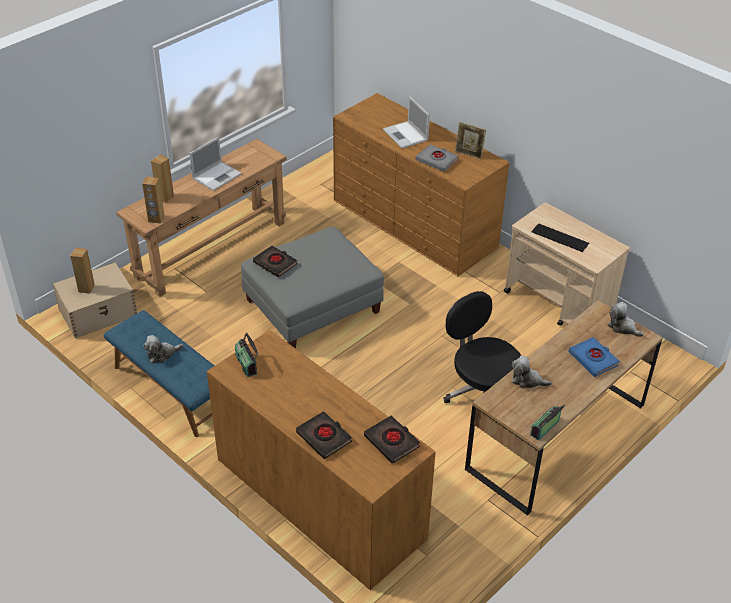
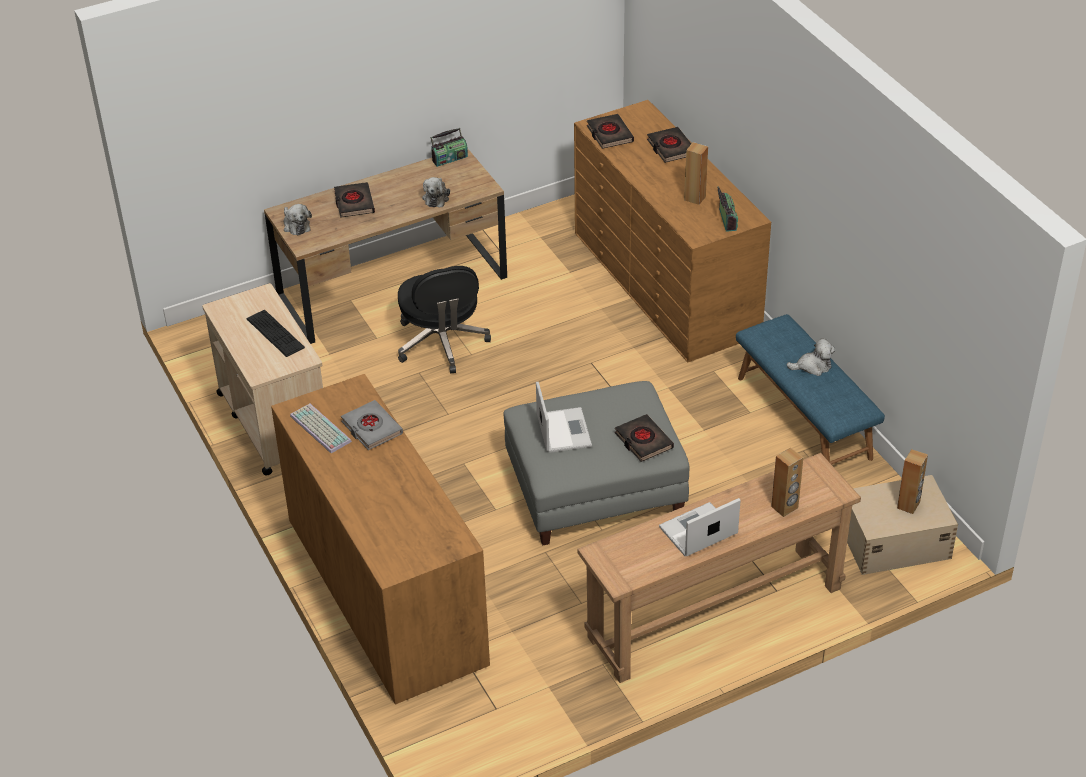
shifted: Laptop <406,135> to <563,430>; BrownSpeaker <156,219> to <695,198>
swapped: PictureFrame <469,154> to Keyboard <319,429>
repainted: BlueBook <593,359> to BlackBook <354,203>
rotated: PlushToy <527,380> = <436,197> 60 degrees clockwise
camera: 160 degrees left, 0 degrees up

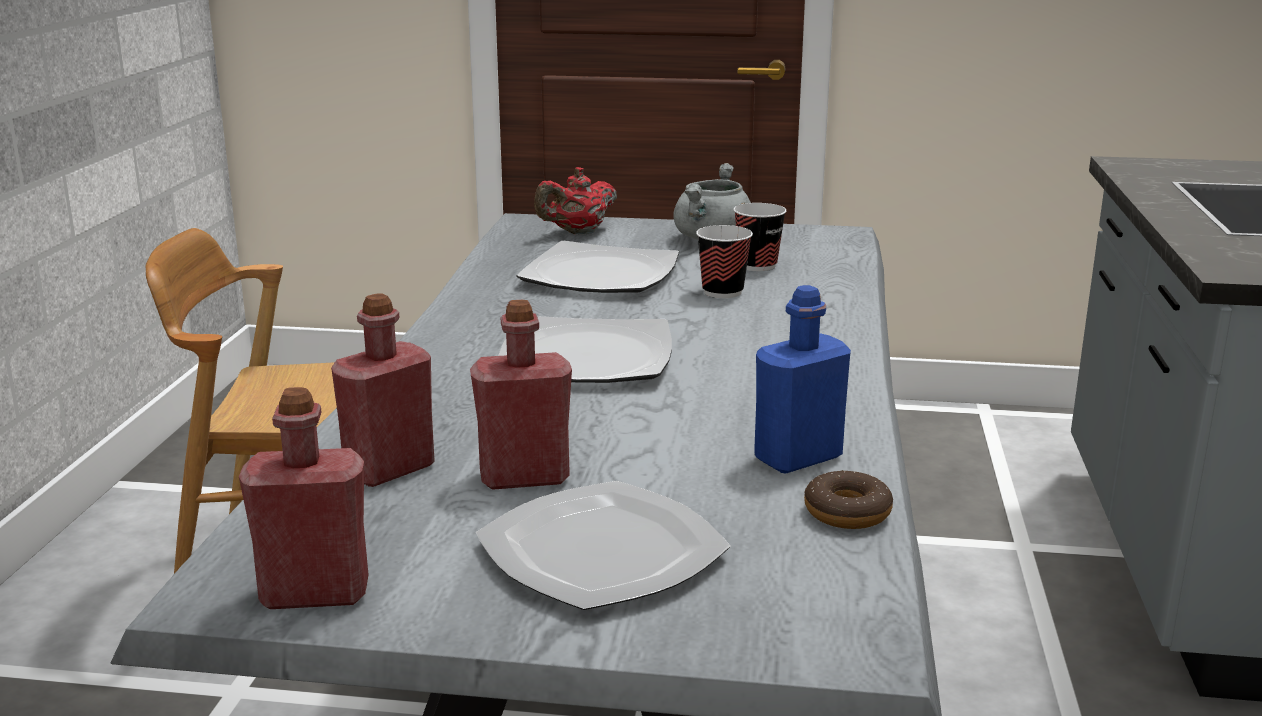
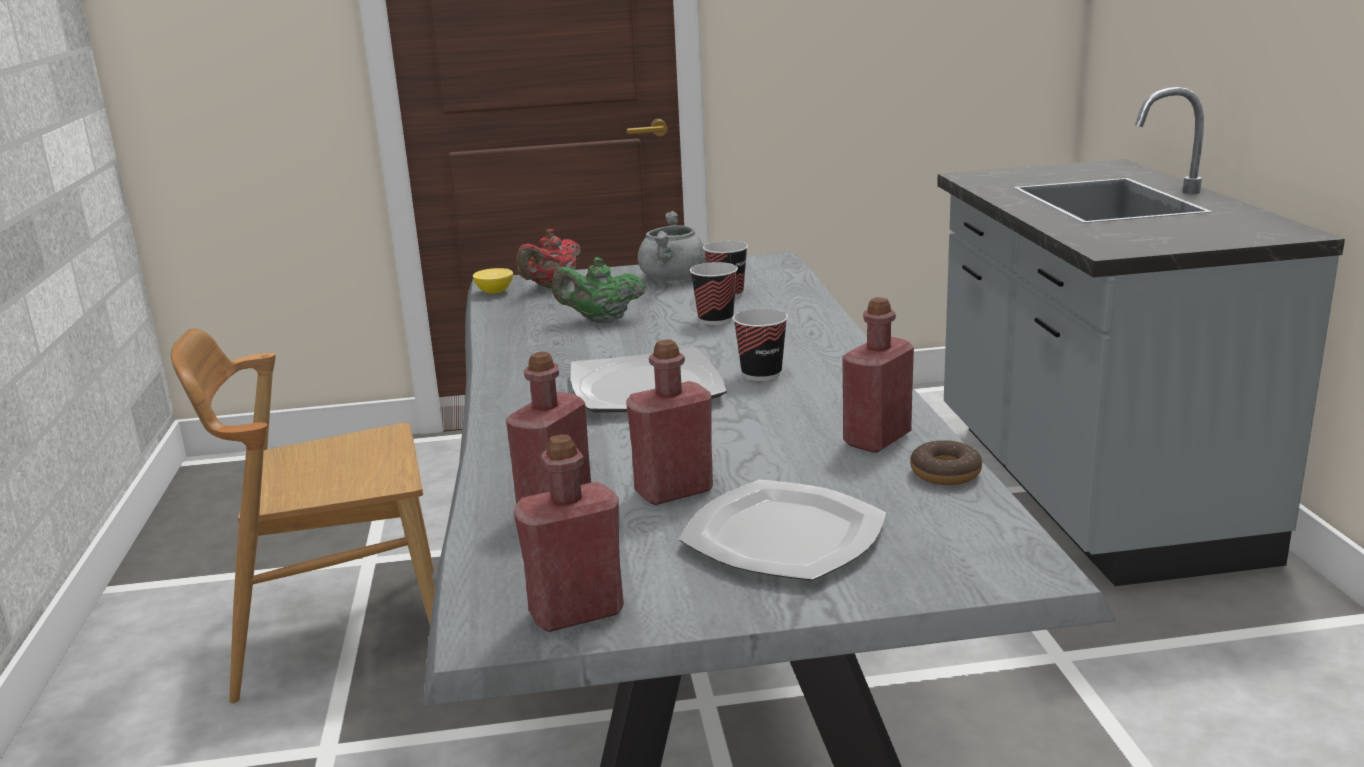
new: Lemon <494,292>; Cup <761,374>
swapped: Plate <598,275> to GreenTeapot <600,320>
repainted: BlueBottle <798,458> to RedBottle <877,439>
camera: 15 degrees left, 0 degrees up

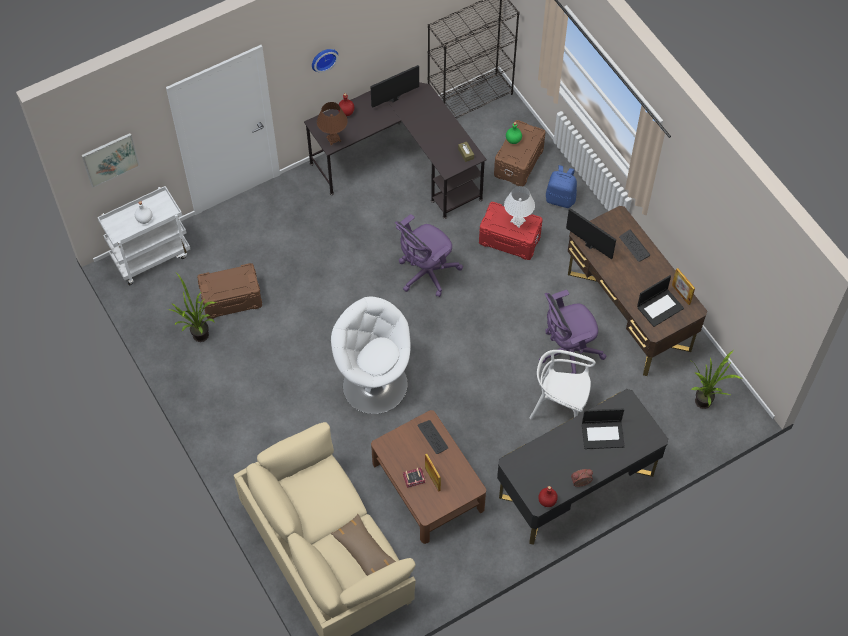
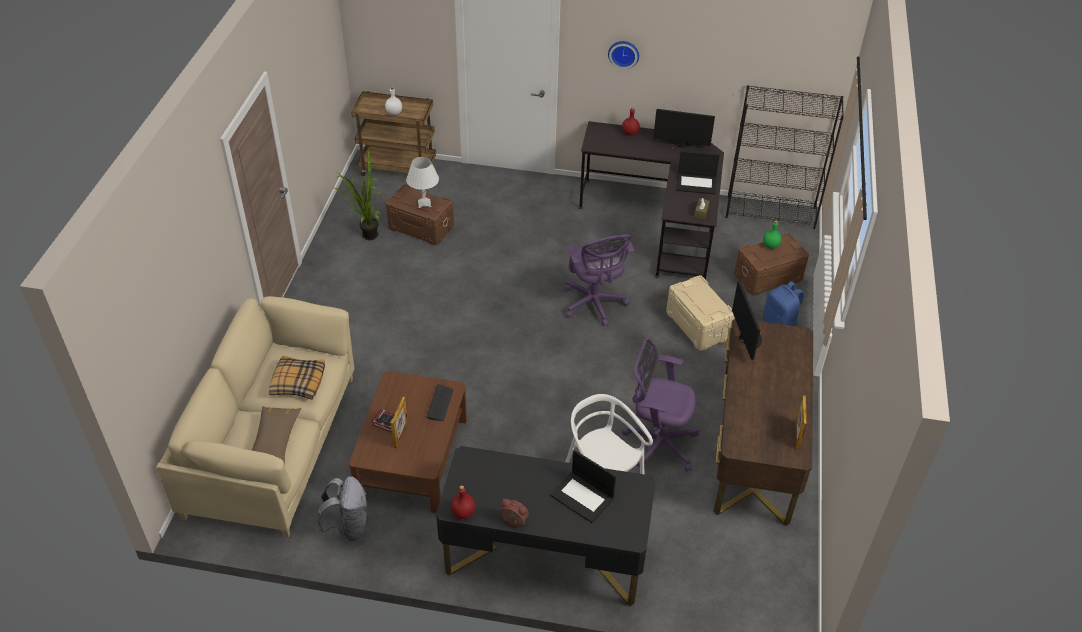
gone: BrownTableLamp <333,139>; Picture <110,159>; Keyboard <634,246>; WhiteArmchair <374,384>; PottedPlant <704,405>
new: Pillow <297,382>; GreyBackpack <348,526>
shifted: WhiteTableLamp <518,221> to <424,203>; Laptop <660,307> to <696,183>
repainted: WhiteCart <151,256> to BrownCart <399,168>; RedStorageBox <509,239> to BeigeStorageBox <698,325>
rotated: PurpleOfficeChair <425,274> = <594,304> 105 degrees counterclockwise
camera: 40 degrees right, 15 degrees down

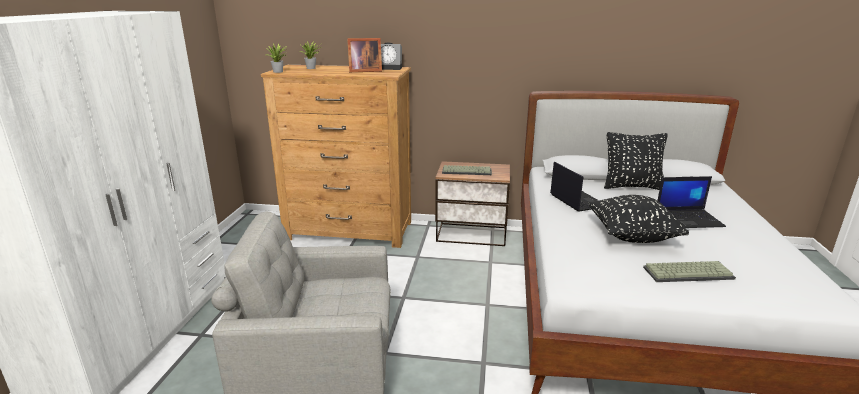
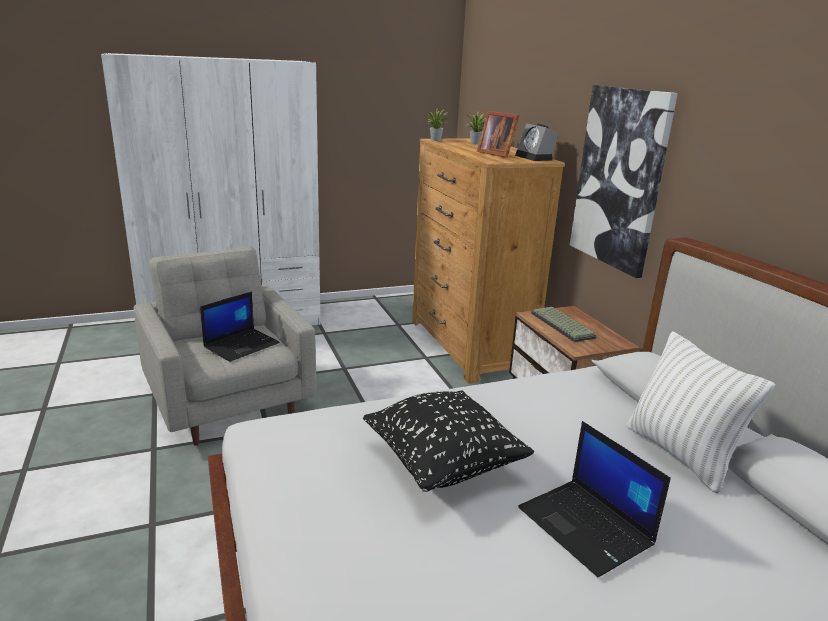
gone: Keyboard <688,272>
new: Picture <619,179>
shifted: Laptop <577,200> to <242,345>
repainted: BlackPillow <631,186> to WhitePillow <680,454>
camera: 60 degrees right, 0 degrees up

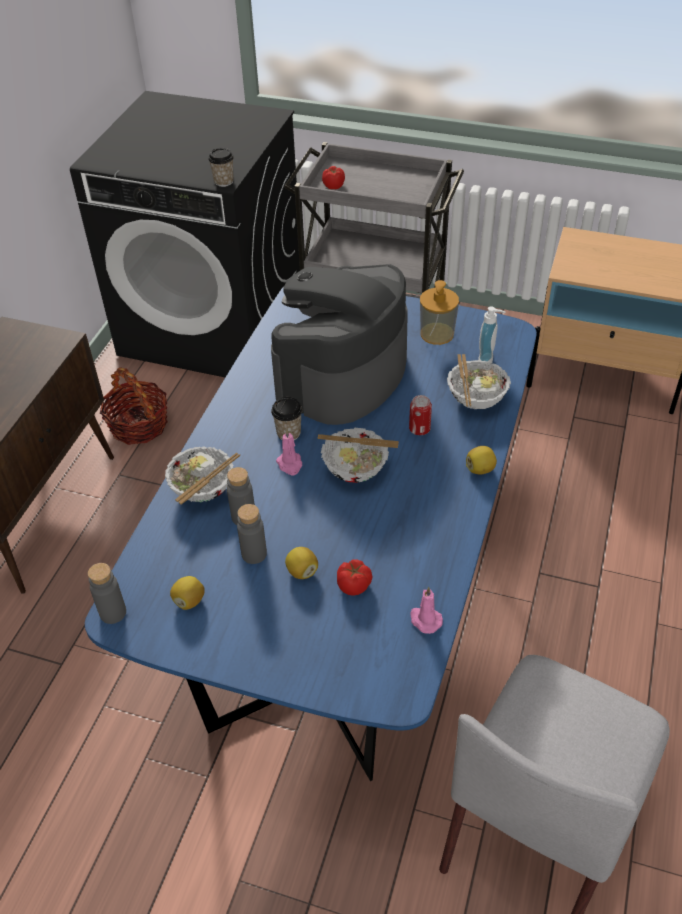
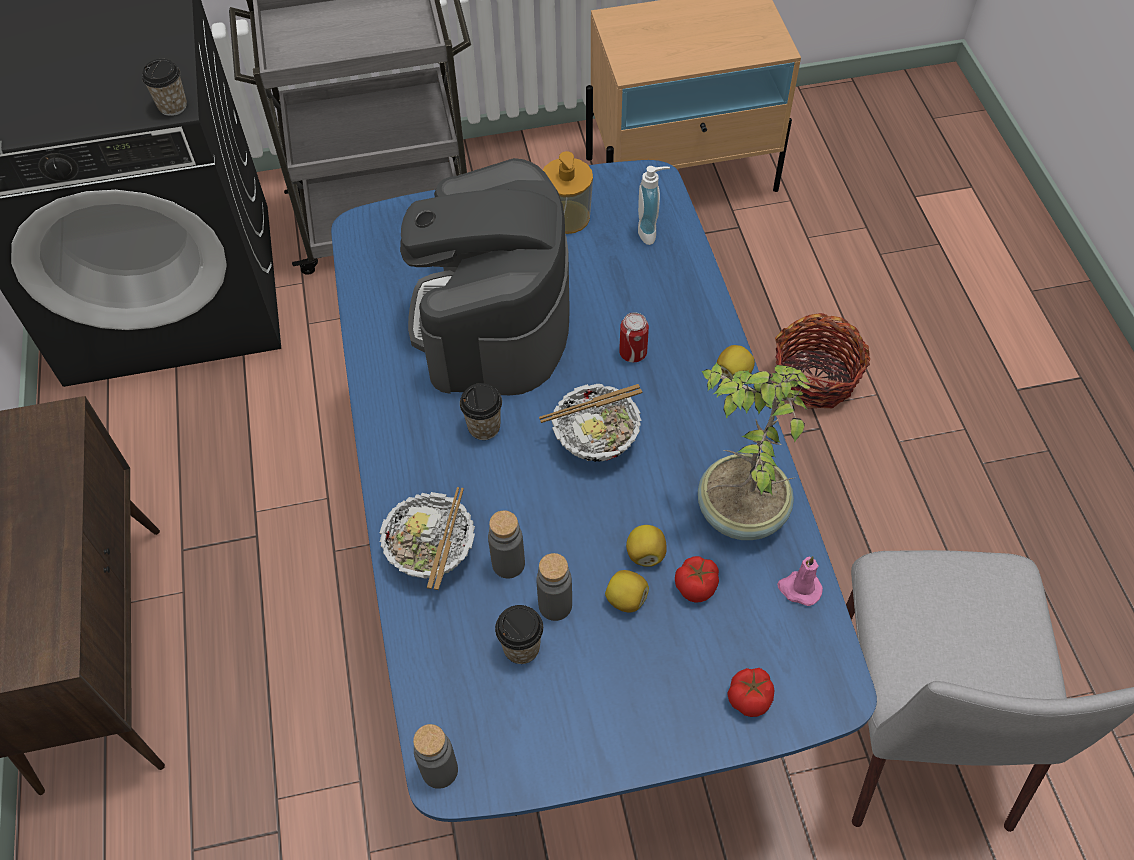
gone: Bowl <475,399>; PinkCandle <290,464>
new: PottedPlant <739,512>; Cup <521,648>
shifted: Tomato <334,186> to <749,697>; Basket <139,425> to <815,378>; Lemon <189,601> to <645,554>
camera: 30 degrees left, 10 degrees up

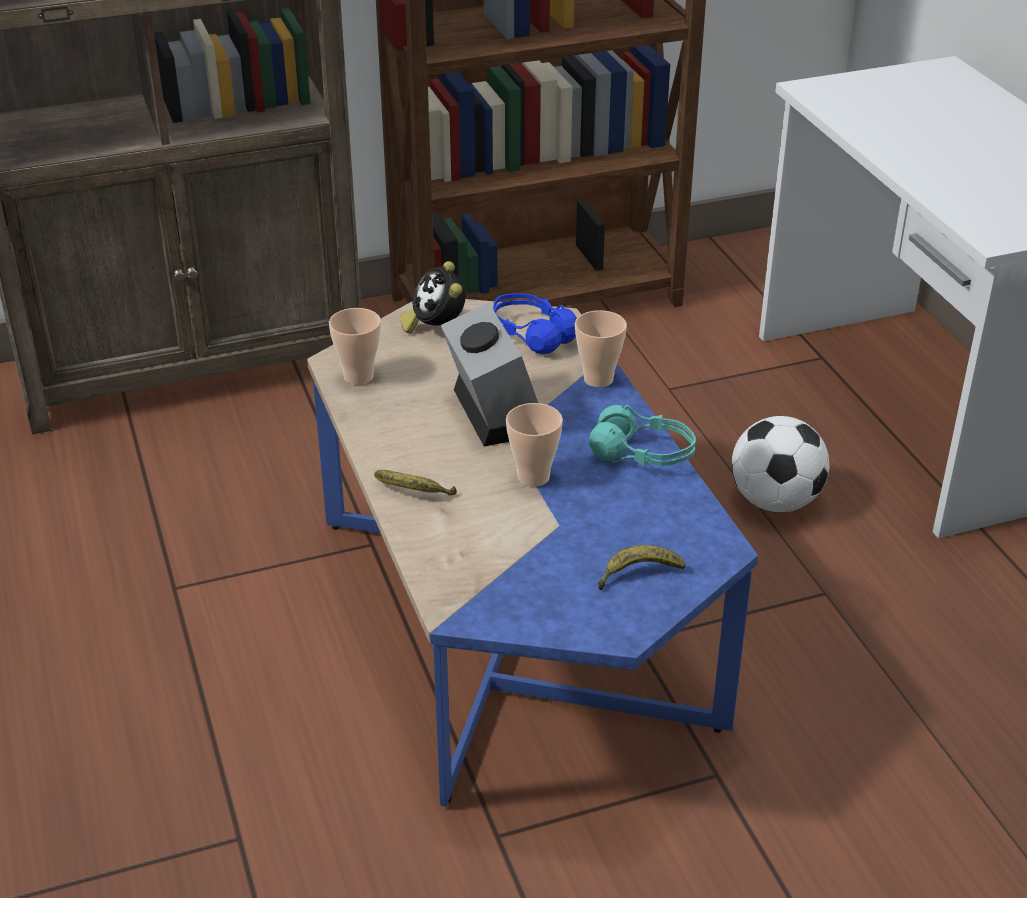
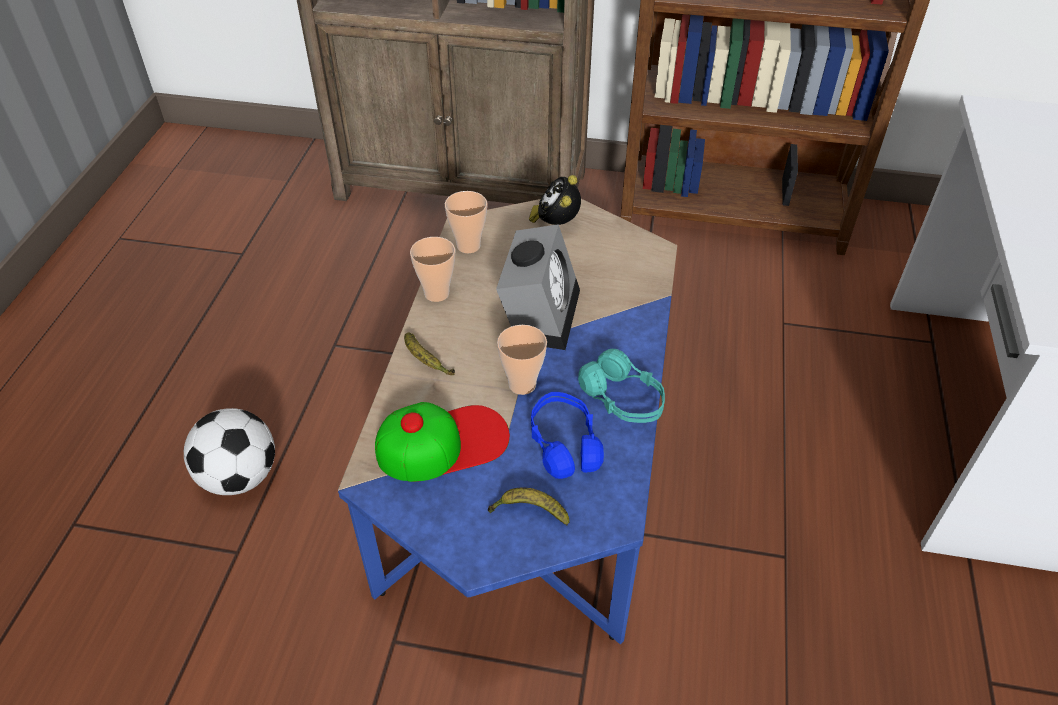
new: Cap <443,443>
shifted: BlueHeadphones <531,335> to <564,444>; Cup <598,379> to <436,293>; Football <774,501> to <240,476>
camera: 30 degrees right, 10 degrees up

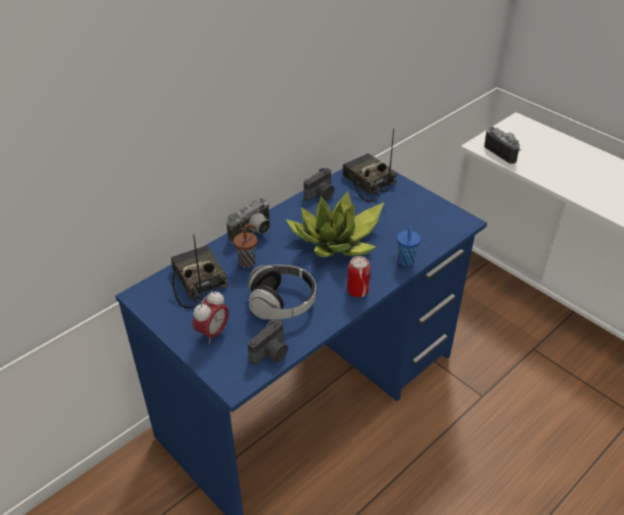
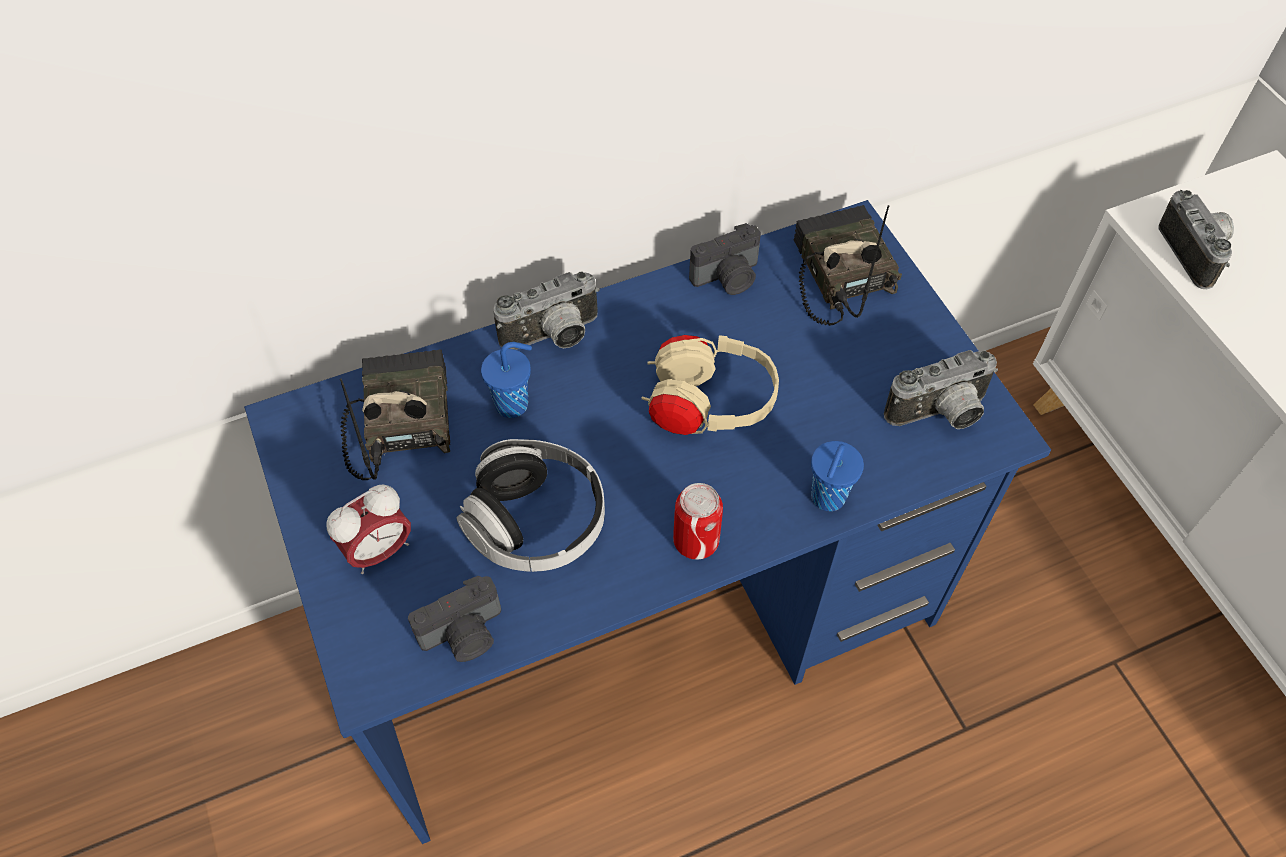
new: PhotoCamera <940,415>
swapped: PottedPlant <337,242> to BeigeHeadphones <708,405>
repainted: BrownCup <248,262> to BlueCup <514,404>
camera: 20 degrees right, 15 degrees up

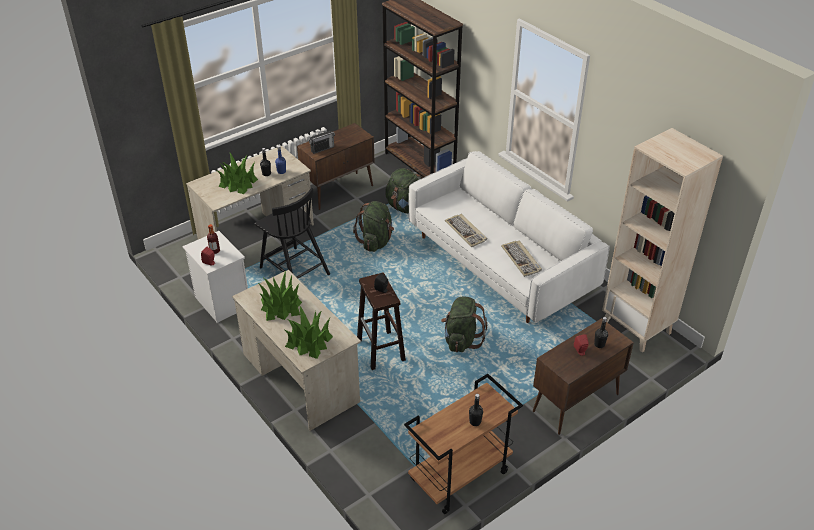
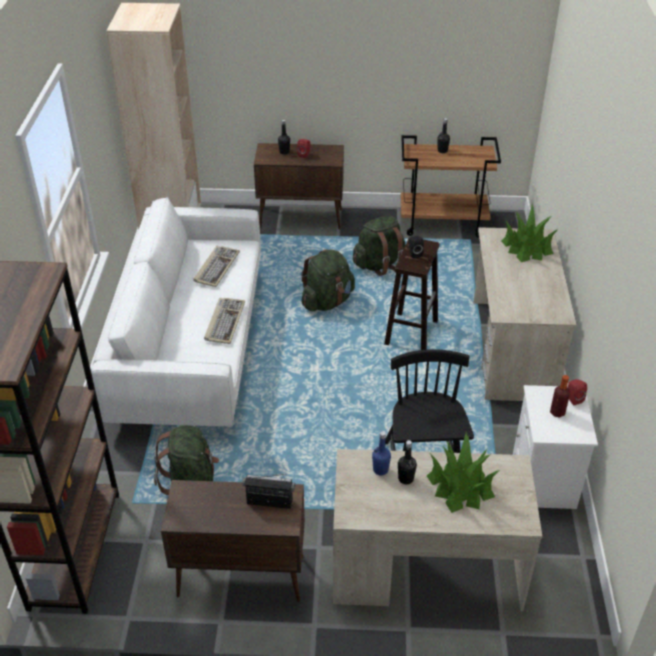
gone: PottedPlant <281,306>
shifted: GreenBackpack <376,241> to <379,264>
camera: 140 degrees left, 0 degrees up

